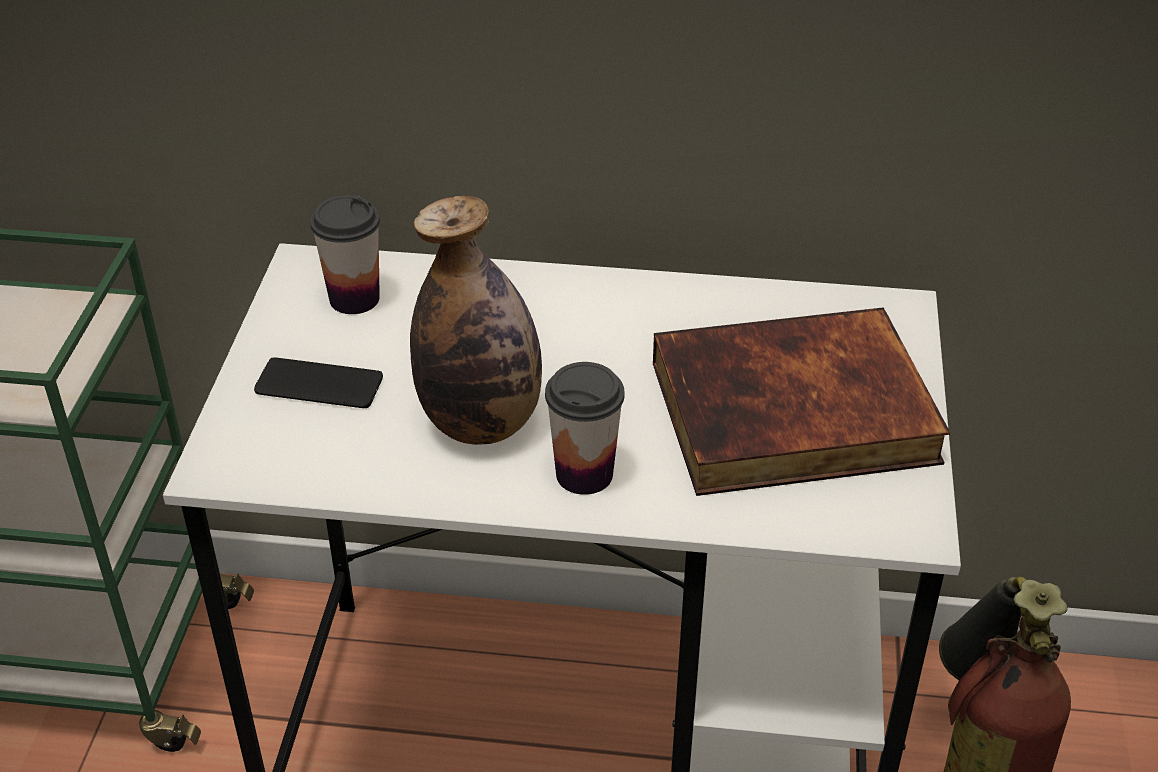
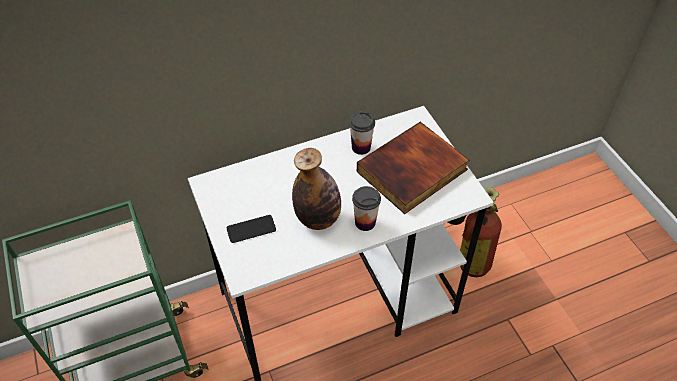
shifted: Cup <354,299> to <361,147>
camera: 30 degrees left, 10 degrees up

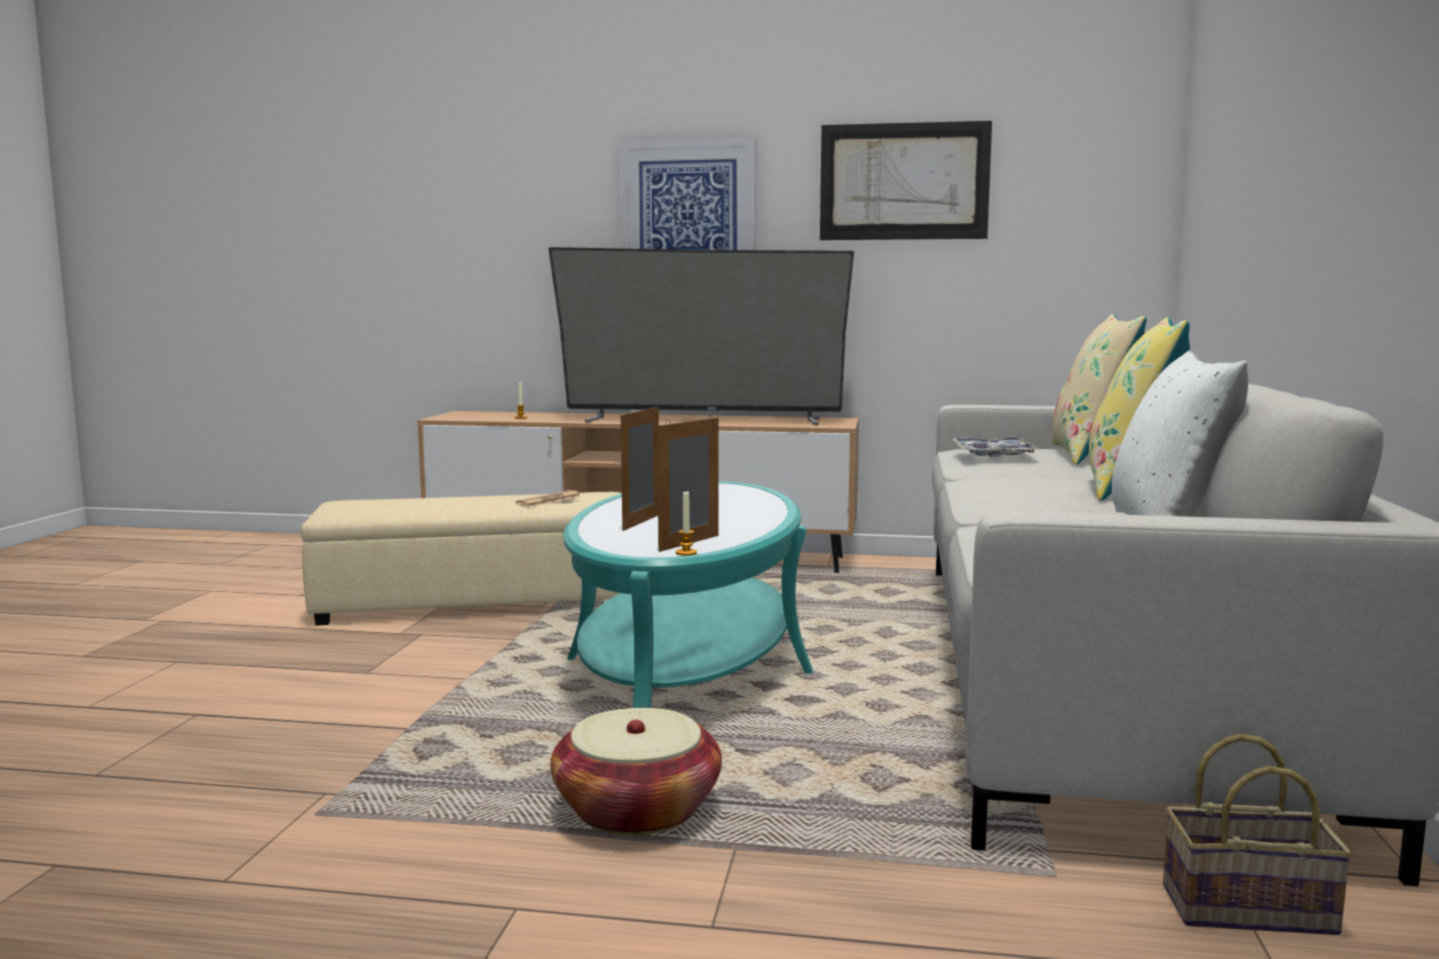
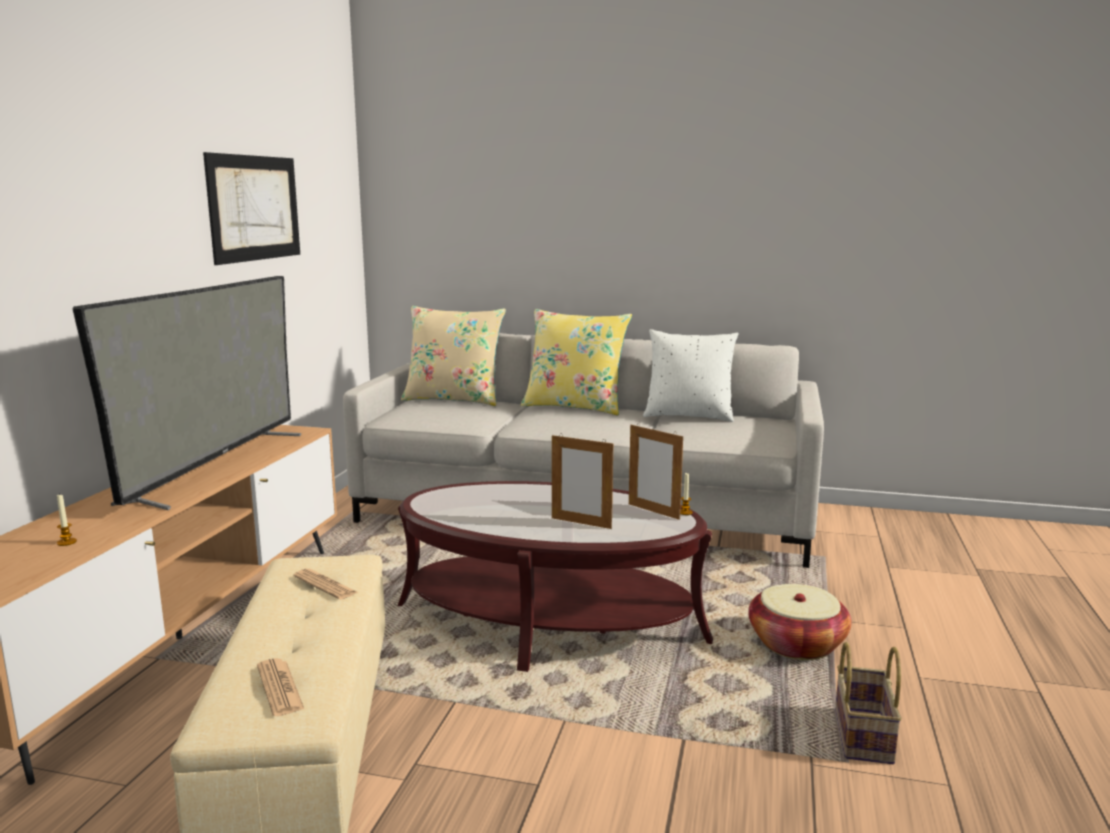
gone: Picture <688,210>; Tray <993,455>
new: Newspaper <280,688>
shifted: Basket <1251,908> to <861,734>
repainted: TurquoiseCoffeeTable <688,665> to BrownCoffeeTable <549,622>
camera: 85 degrees left, 5 degrees up

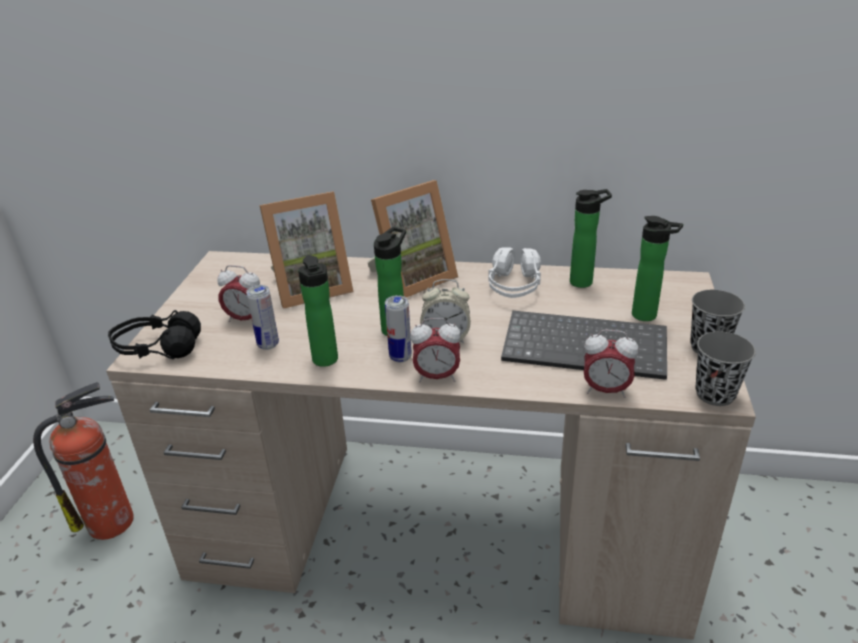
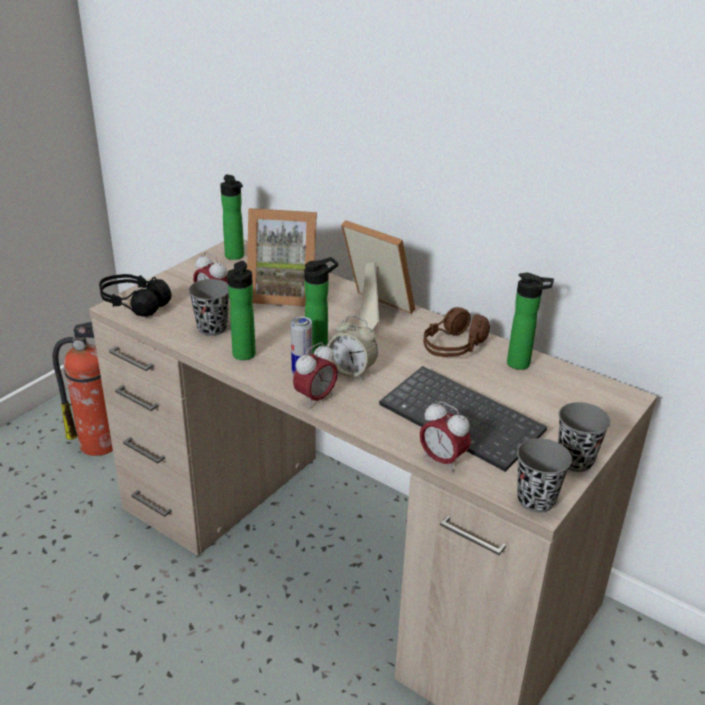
shifted: Bottle <648,316> to <235,257>
swapped: Can <268,345> to GreyCup <212,328>
repainted: WhiteHeadphones <514,286> to BrownHeadphones <453,347>
rotated: PictureFrame <412,278> = <372,311> 135 degrees counterclockwise; AlarmClock <437,377> = <315,398> 75 degrees counterclockwise
camera: 25 degrees right, 0 degrees up

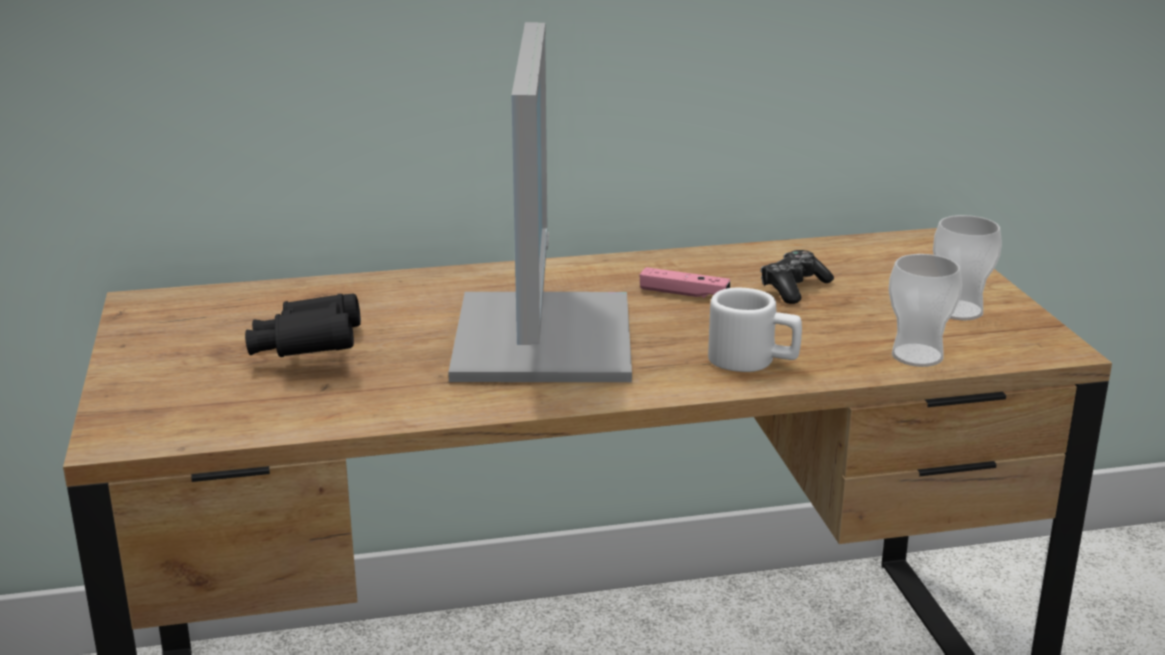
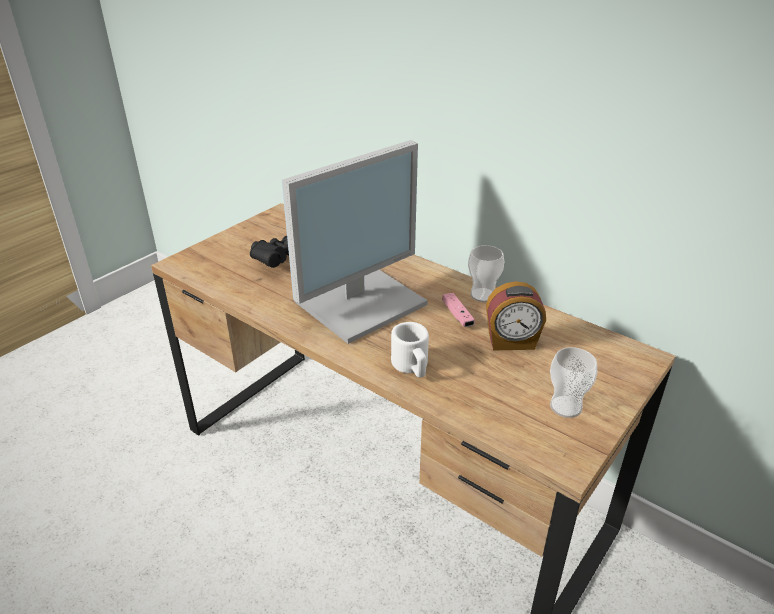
shifted: Cup <917,356> to <482,295>
swapped: GameController <793,288> to AlarmClock <511,342>
camera: 50 degrees right, 10 degrees up

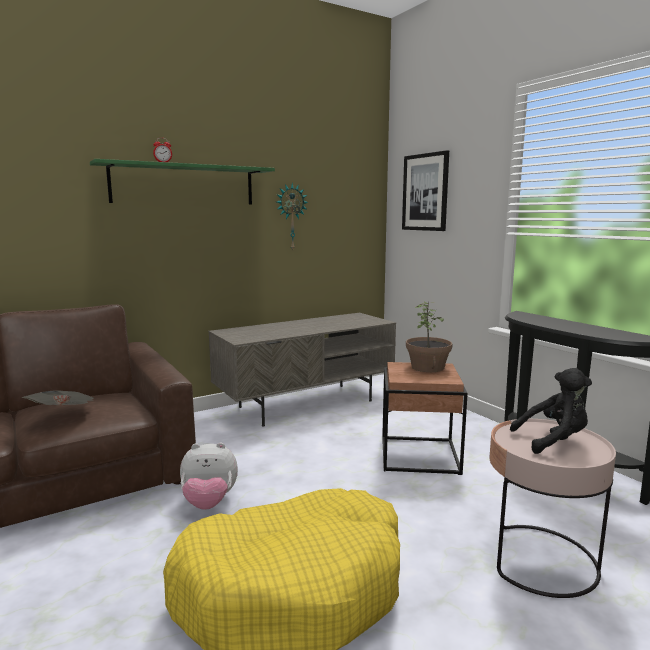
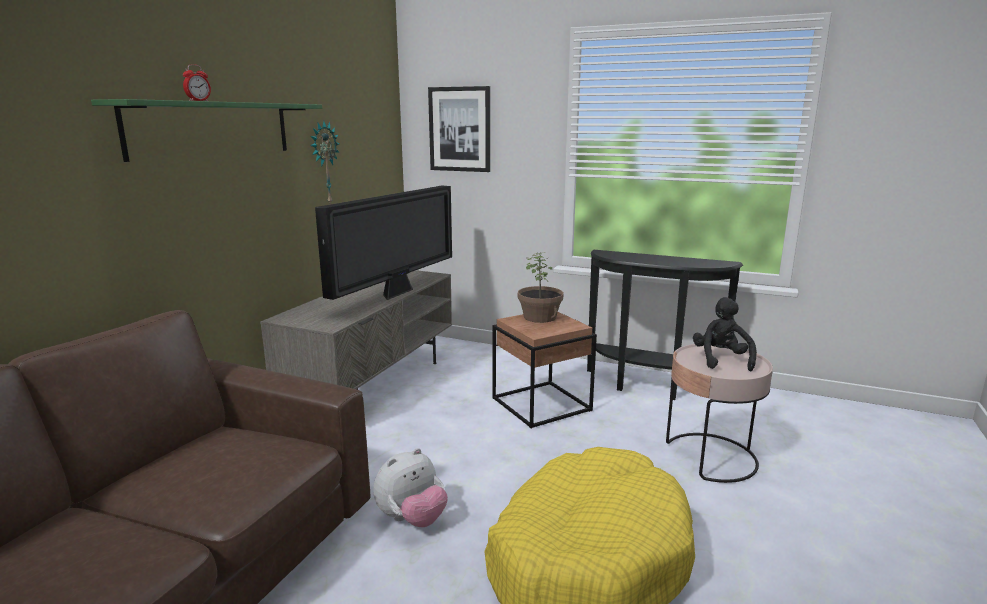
gone: Newspaper <64,415>
new: Television <397,293>
rotated: BlackPlushToy <553,441> = <721,360> 45 degrees counterclockwise
camera: 35 degrees left, 5 degrees up

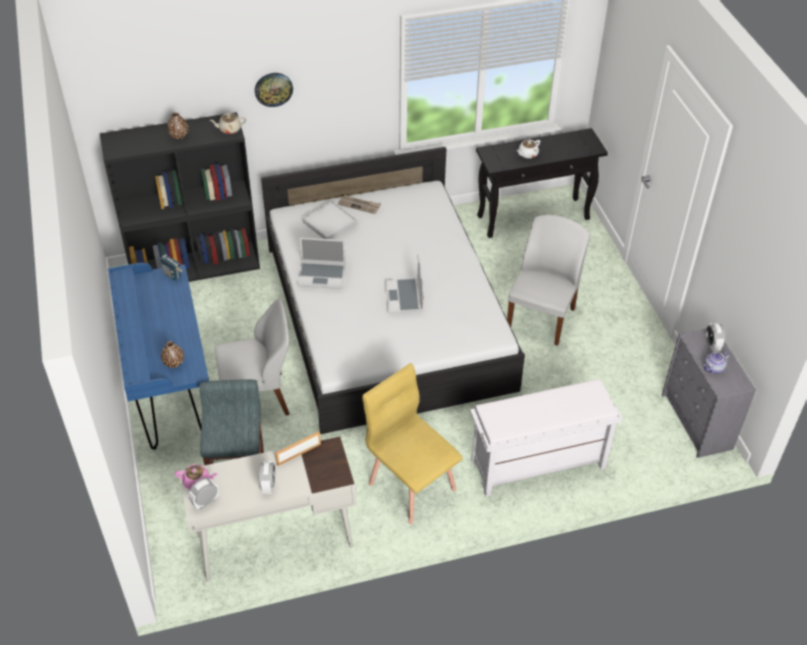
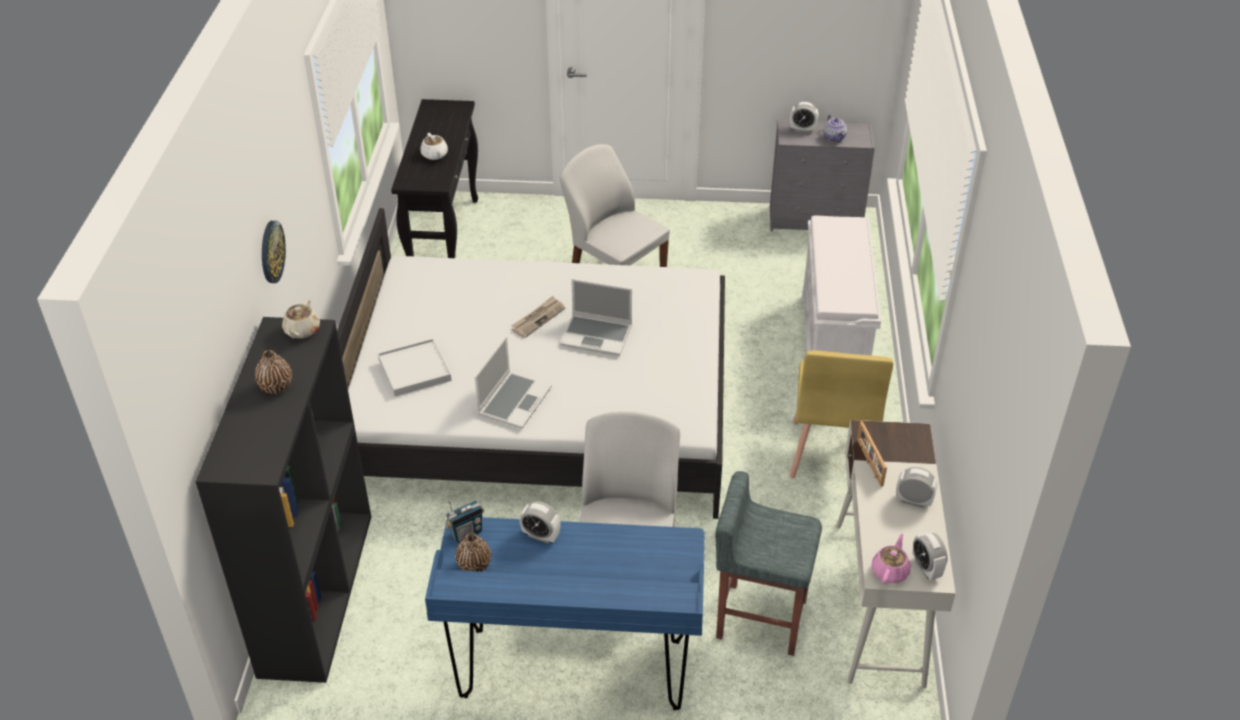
new: AlarmClock <540,536>
shifted: Newspaper <359,205> to <538,318>; BrownVase <174,362> to <474,566>
rotated: YellowChair <412,485> = <829,453> 60 degrees counterclockwise
camera: 70 degrees left, 5 degrees down

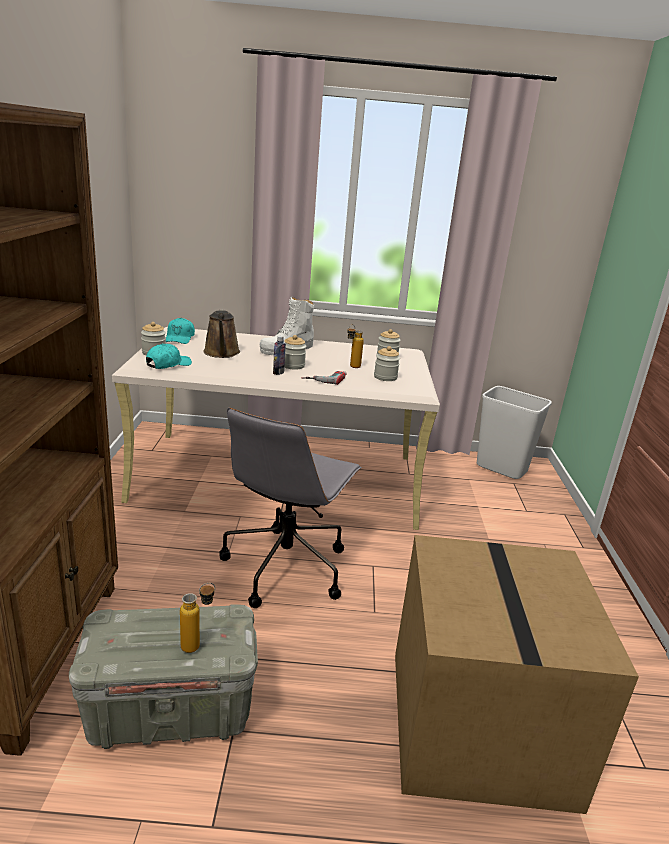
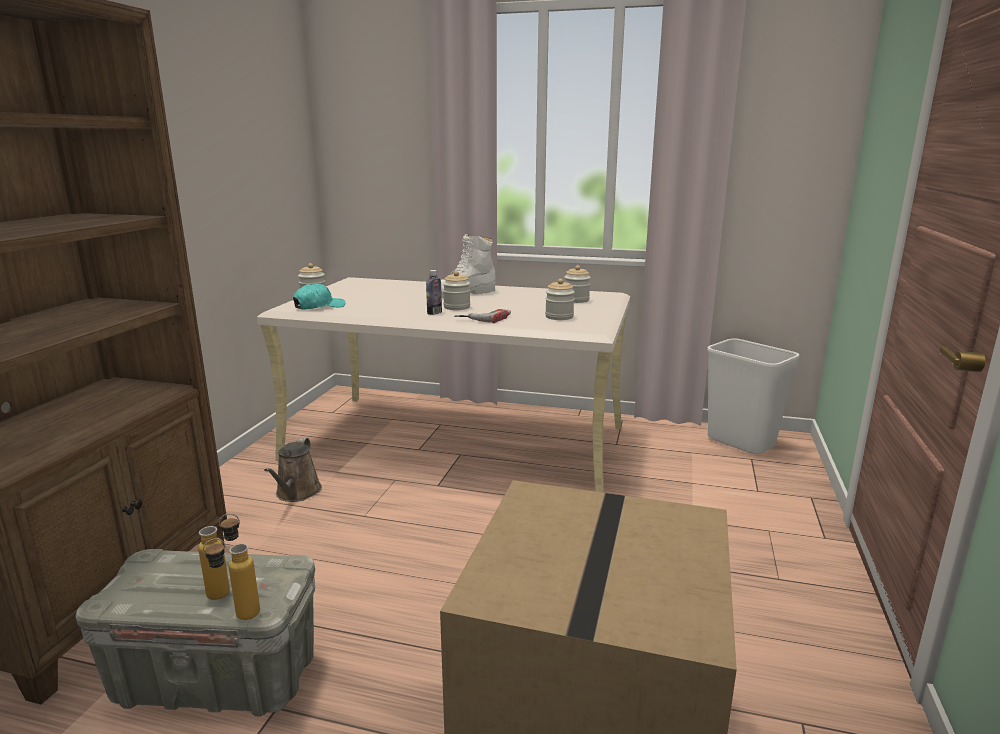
gone: TurquoiseCap <179,338>; GreyOfficeChair <286,566>
shifted: BrownWateringCan <221,353> to <297,493>; Bottle <351,367> to <238,616>
camera: 15 degrees right, 5 degrees down

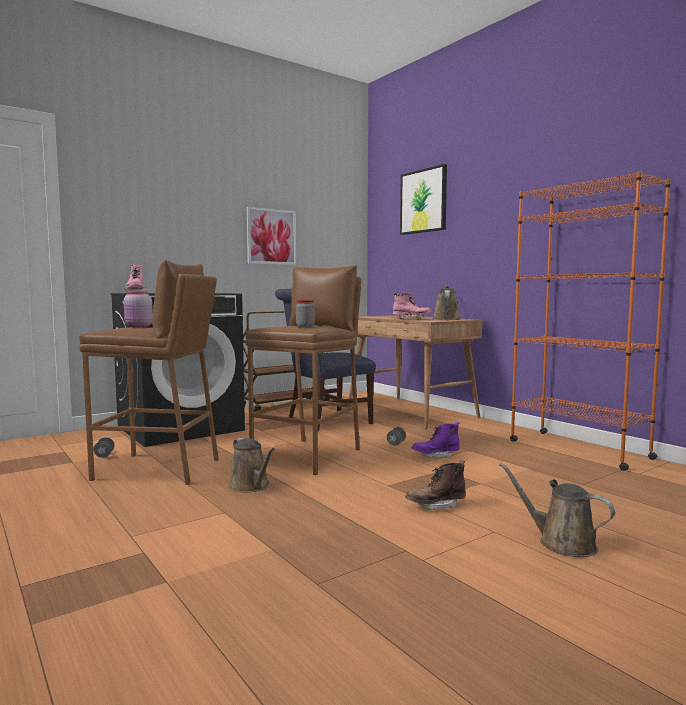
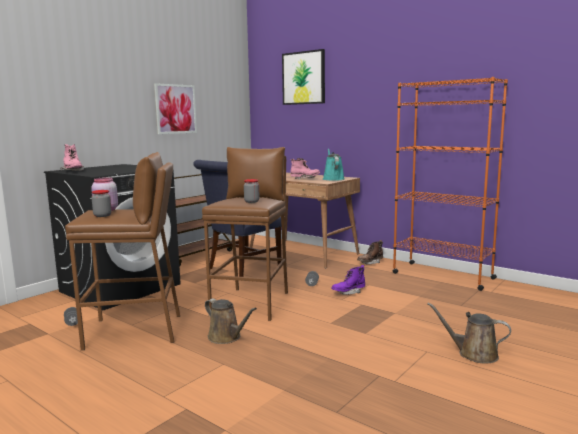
new: Jar <102,215>
shifted: BrownBoot <436,505> to <370,263>
repainted: BrownWateringCan <445,319> to TurquoiseWateringCan <333,179>
camera: 15 degrees left, 5 degrees up

